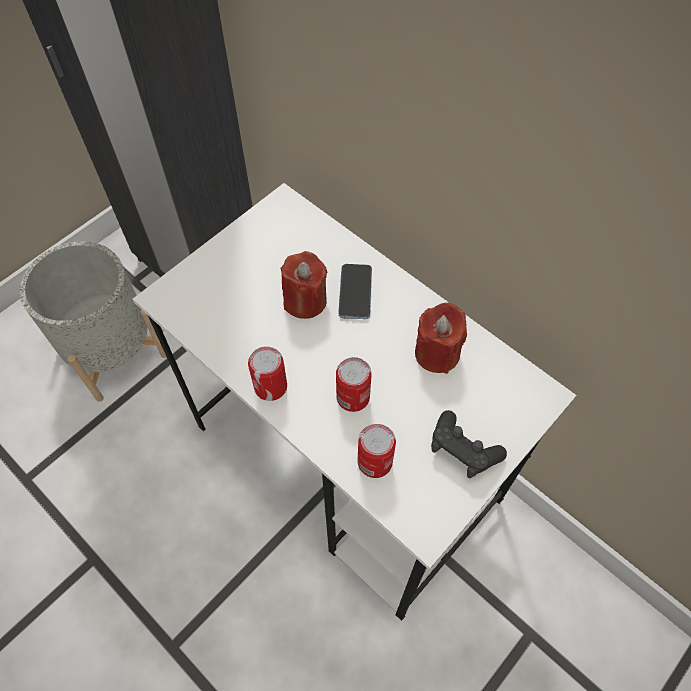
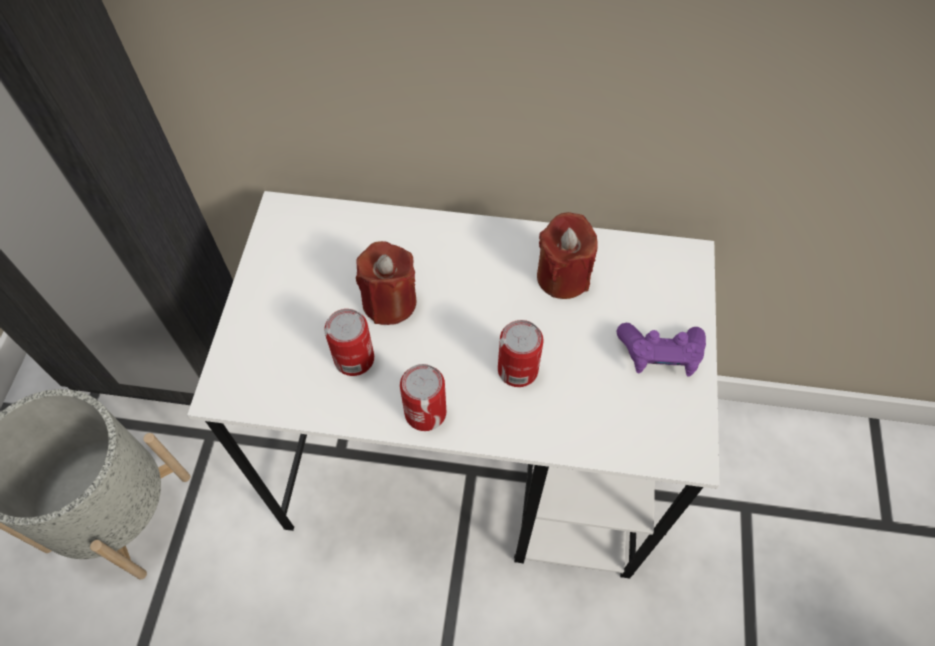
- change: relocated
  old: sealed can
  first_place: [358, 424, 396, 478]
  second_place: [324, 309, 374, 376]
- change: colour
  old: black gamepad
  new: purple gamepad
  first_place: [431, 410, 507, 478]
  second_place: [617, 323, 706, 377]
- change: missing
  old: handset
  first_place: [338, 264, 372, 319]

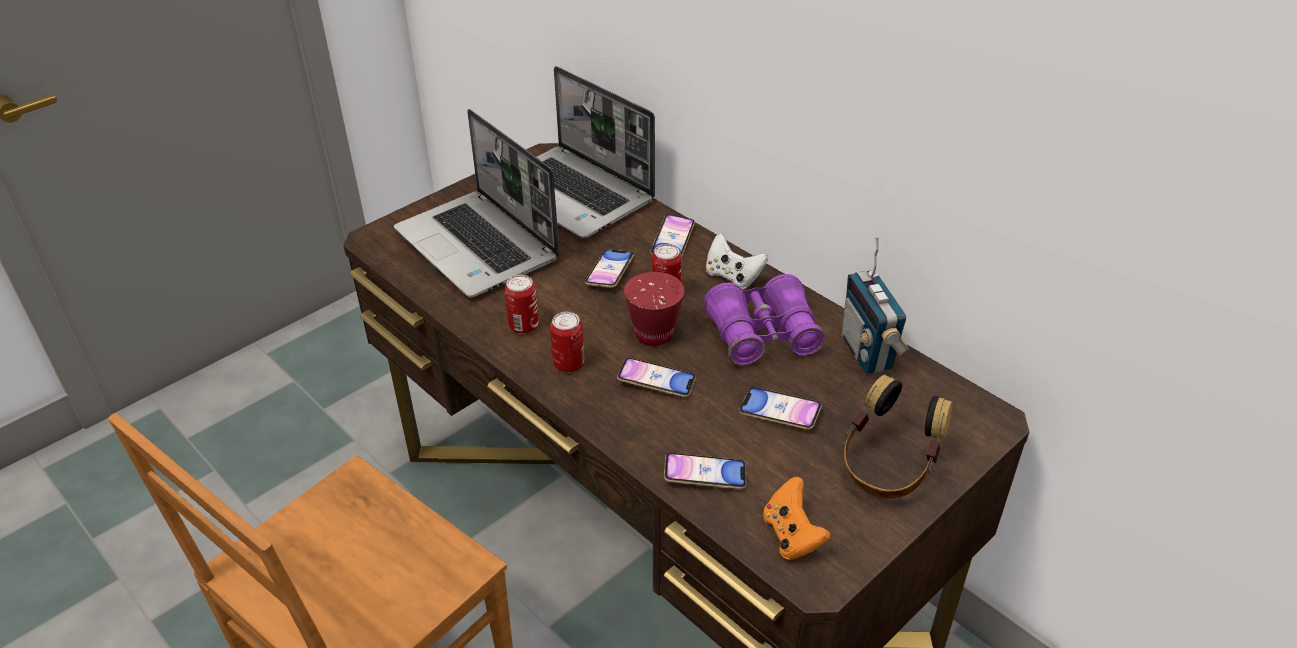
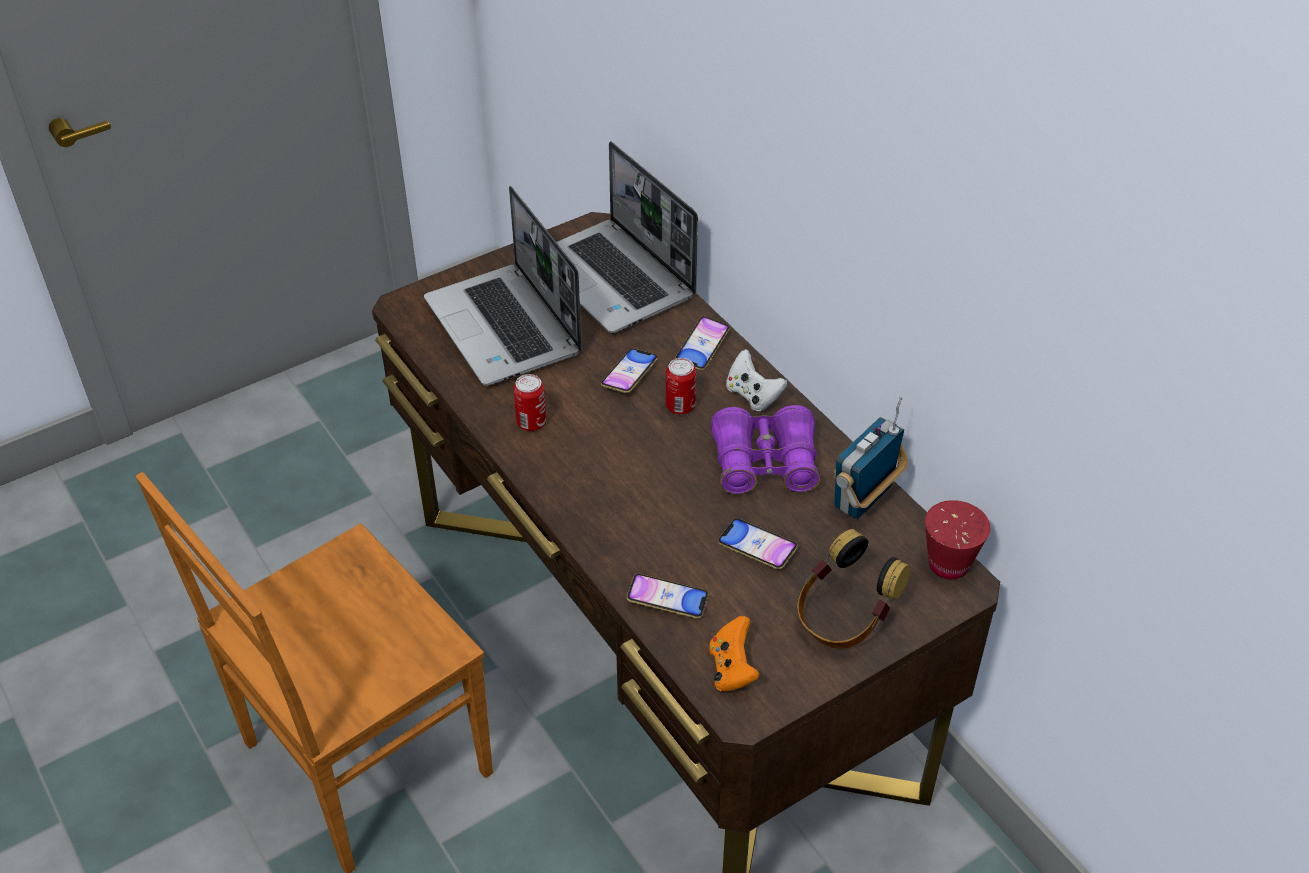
- change: spun
  old: radio receiver
  first_place: [842, 237, 909, 374]
  second_place: [834, 396, 908, 519]
  degrees: 45
- change: relocated
  old: red-coloured cup
  first_place: [624, 272, 685, 346]
  second_place: [925, 500, 990, 579]
- change: missing
  old: sealed can
  first_place: [550, 312, 585, 373]
- change: missing
  old: handset
  first_place: [617, 358, 696, 397]

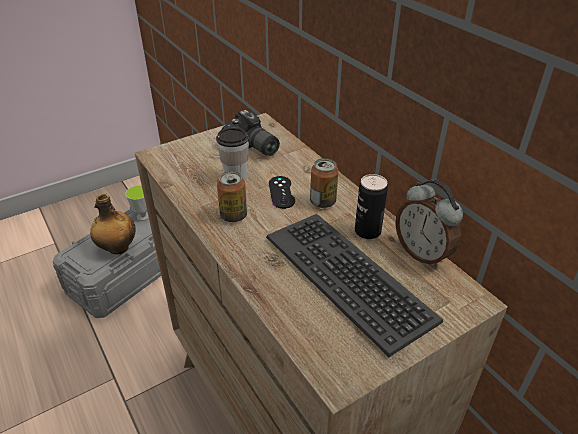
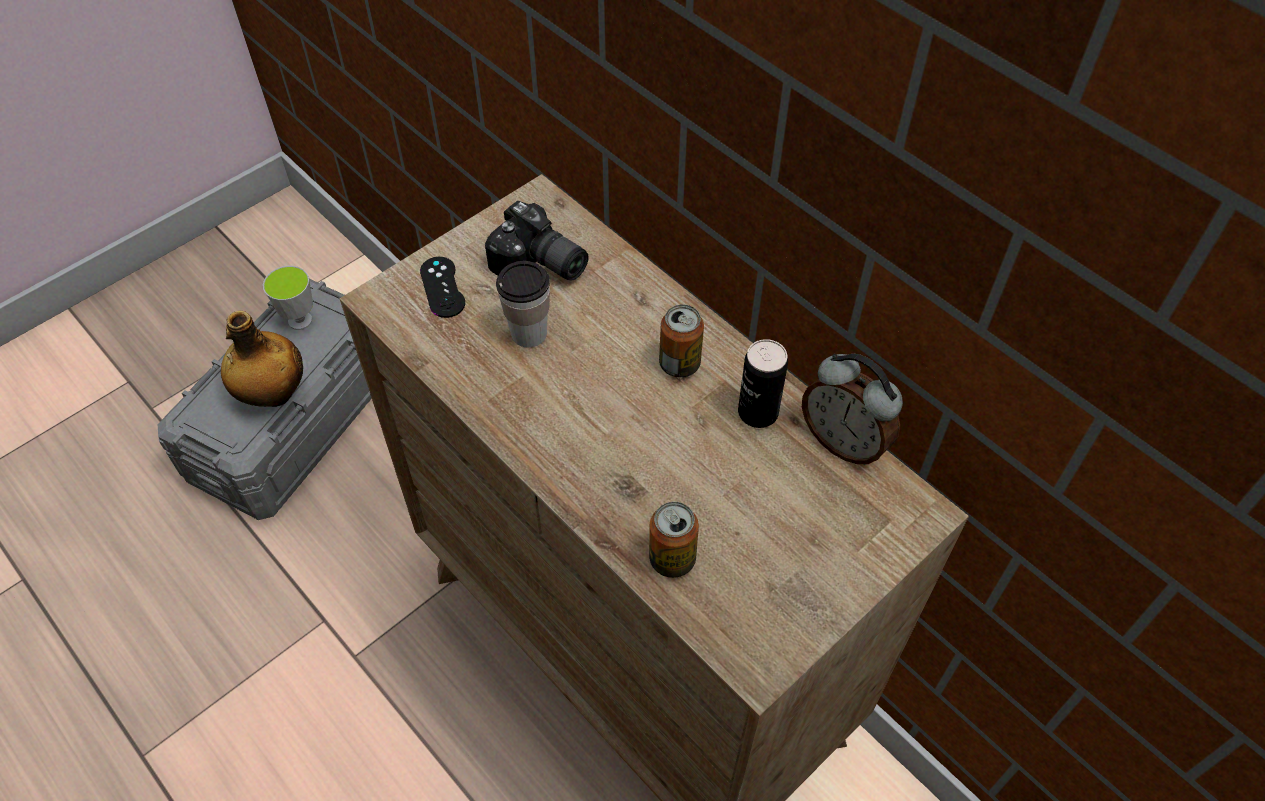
- change: relocated
  old: black gamepad
  first_place: [269, 176, 295, 209]
  second_place: [420, 257, 465, 318]
- change: relocated
  old: sealed can
  first_place: [217, 171, 247, 222]
  second_place: [649, 502, 699, 578]
- change: missing
  old: PC keyboard
  first_place: [266, 214, 443, 357]

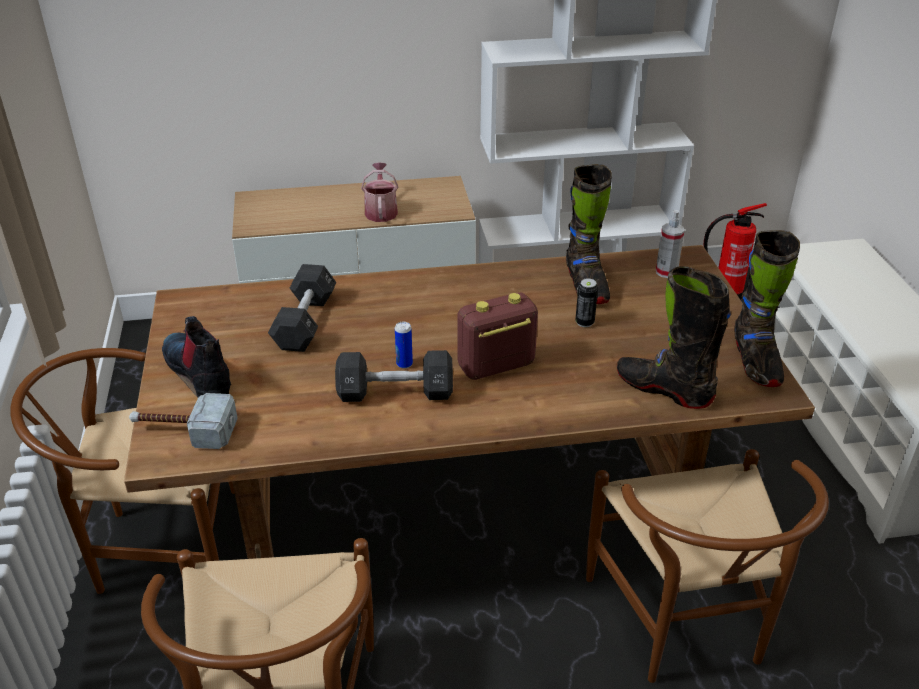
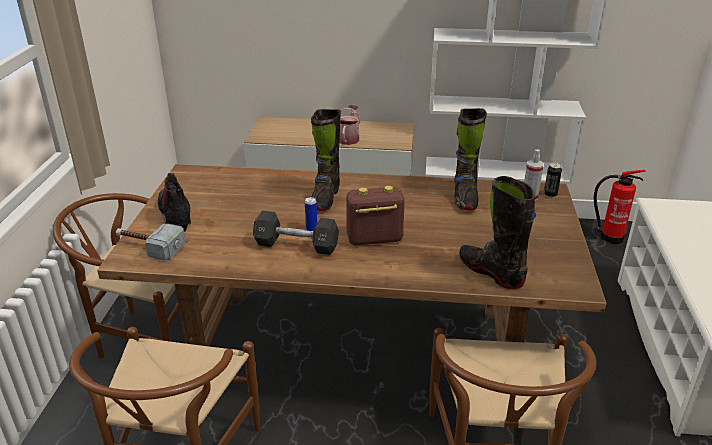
- change: relocated
  old: black boot
  first_place: [735, 230, 800, 387]
  second_place: [311, 109, 341, 211]
- change: relocated
  old: sealed can
  first_place: [575, 278, 598, 327]
  second_place: [544, 163, 562, 198]
- change: missing
  old: black hand weight
  first_place: [268, 264, 336, 352]

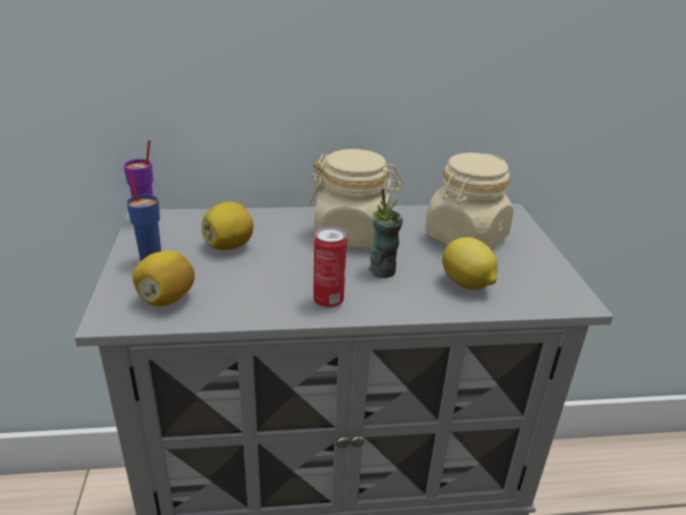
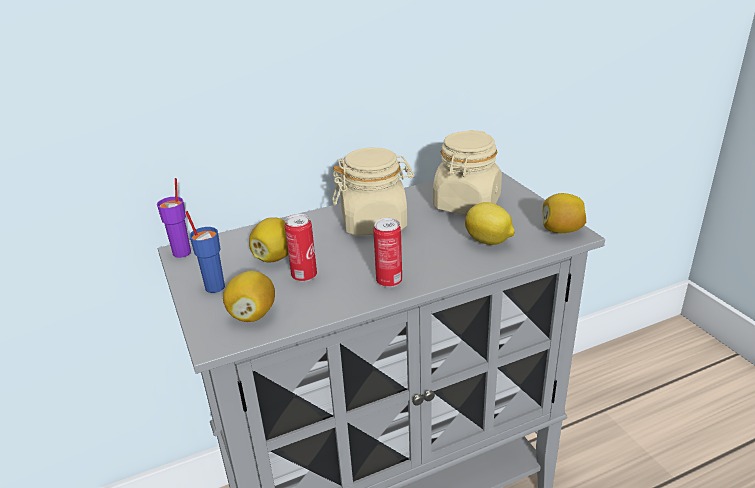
- change: appeared
  new: sealed can
  second_place: [285, 214, 317, 282]
- change: appeared
  new: whole lemon
  second_place: [543, 193, 586, 233]
- change: missing
  old: cup
  first_place: [369, 189, 403, 278]

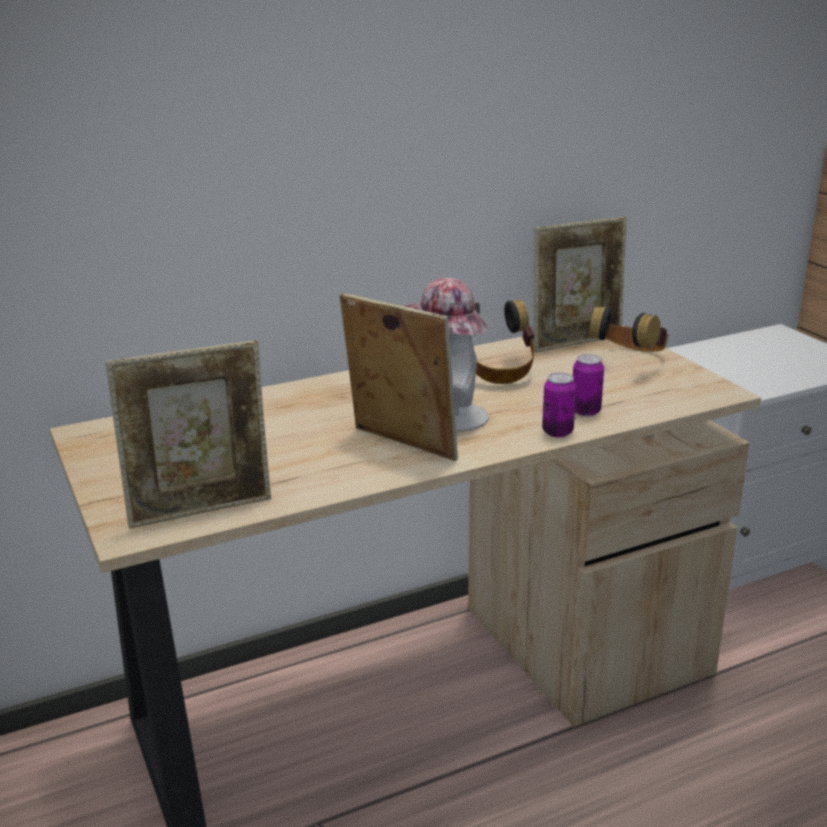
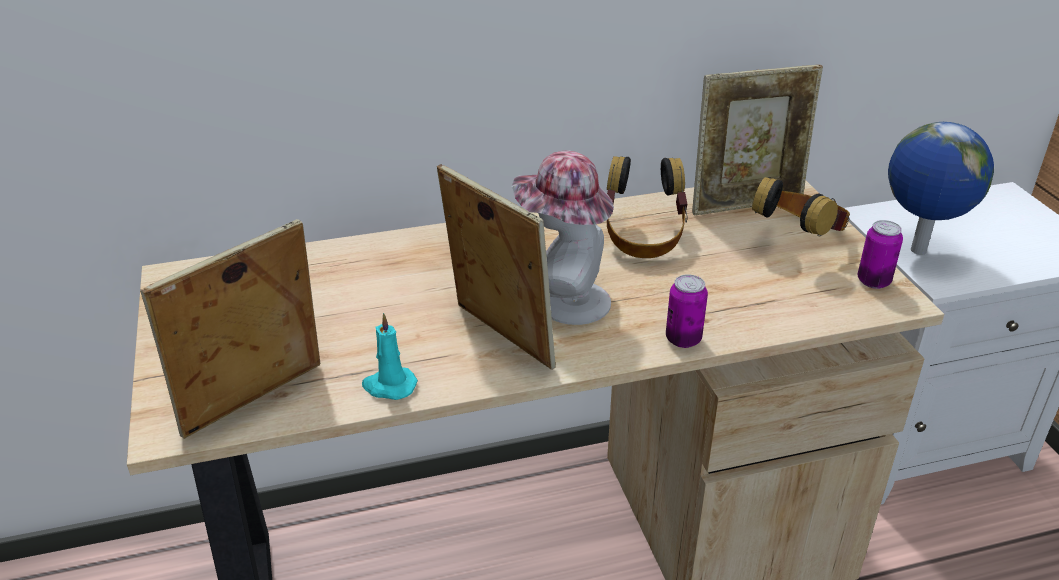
- change: spun
  old: photo frame
  first_place: [106, 340, 271, 529]
  second_place: [140, 219, 320, 439]
  degrees: 150
- change: appeared
  new: turquoise wax light
  second_place: [362, 313, 418, 400]
- change: relocated
  old: sealed can
  first_place: [573, 354, 604, 416]
  second_place: [858, 220, 903, 289]
- change: appeared
  new: desk globe
  second_place: [888, 122, 994, 255]

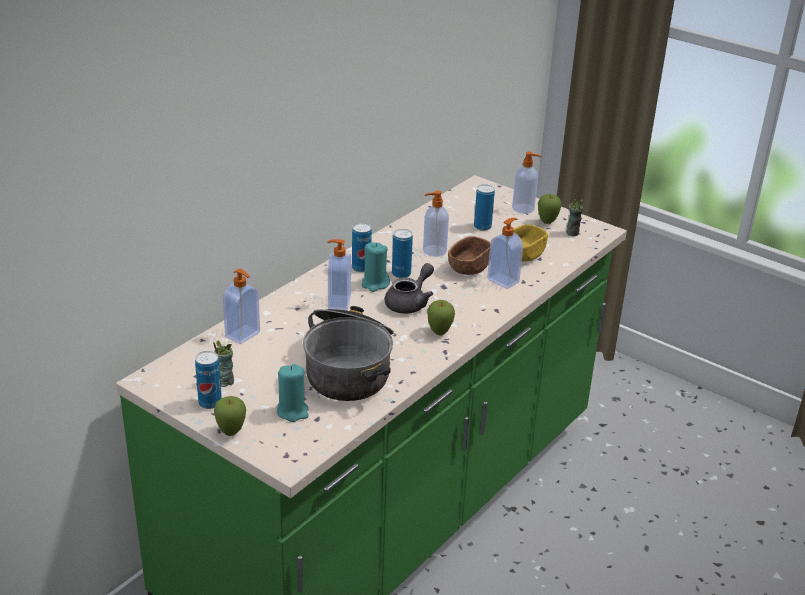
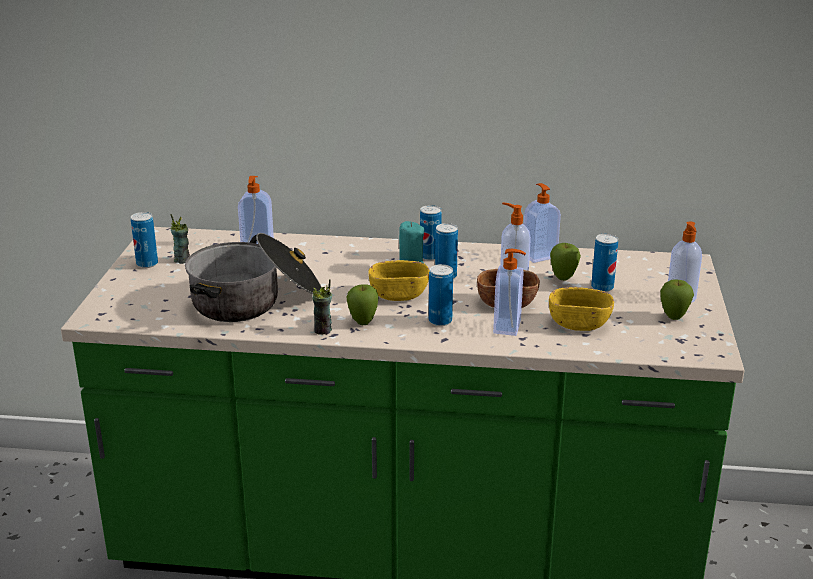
- change: relocated
  old: cup
  first_place: [566, 193, 583, 236]
  second_place: [312, 279, 332, 335]
- change: exchanged
  old: gray pot for tea
  new: yellow-coloured deep dish
  first_place: [385, 263, 434, 314]
  second_place: [368, 260, 430, 301]
- change: appeared
  new: sealed can
  second_place: [429, 264, 453, 326]
- change: relocated
  old: soap bottle
  first_place: [327, 239, 351, 311]
  second_place: [524, 183, 561, 263]
- change: relocated
  old: whole apple
  first_place: [214, 396, 246, 436]
  second_place: [550, 243, 581, 280]
- change: missing
  old: turquoise wax light
  first_place: [277, 364, 309, 422]

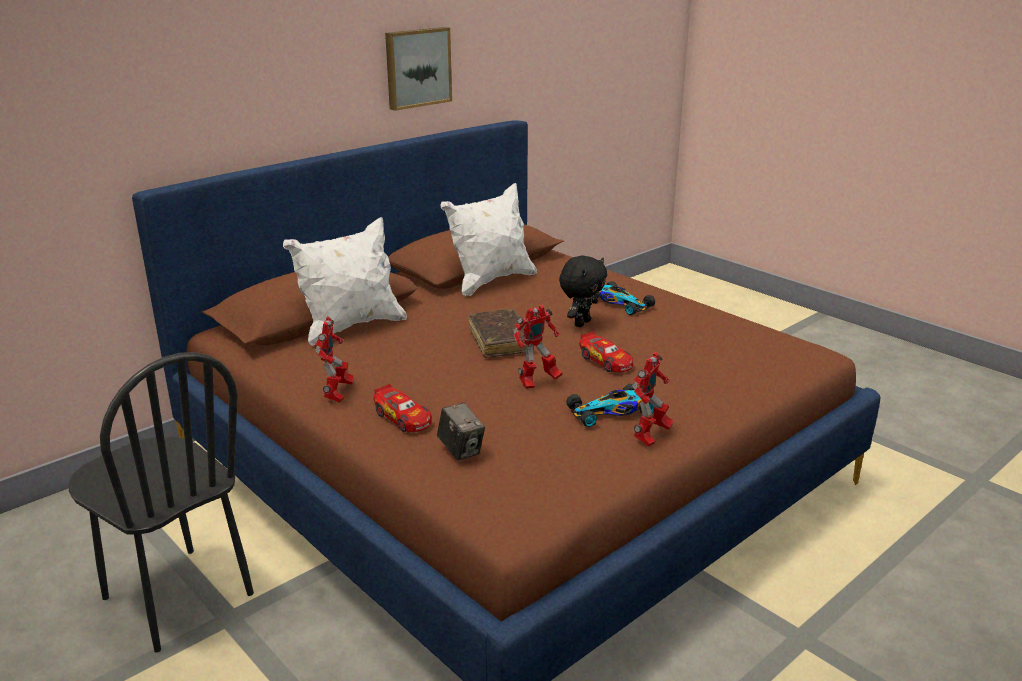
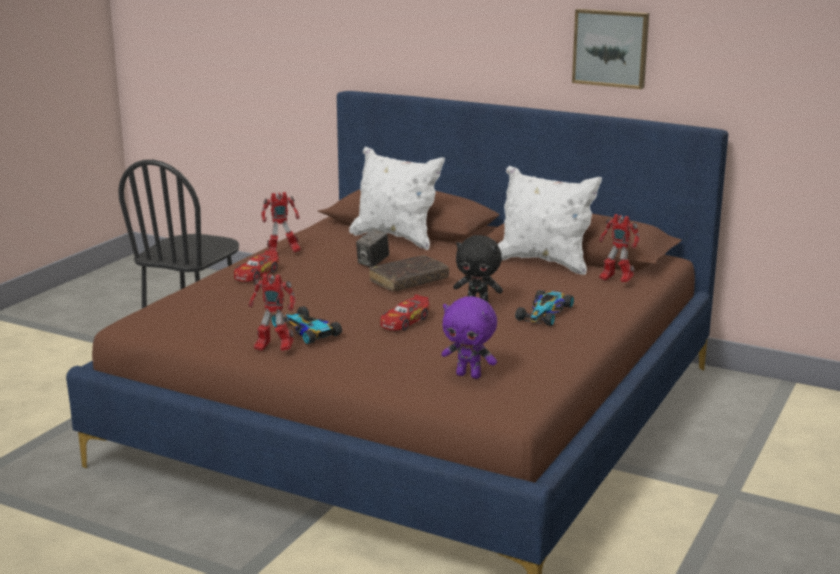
- change: relocated
  old: still camera
  first_place: [437, 403, 485, 460]
  second_place: [356, 229, 389, 267]
- change: appeared
  new: purple soft toy
  second_place: [441, 296, 497, 379]
- change: relocated
  old: toy robot
  first_place: [513, 305, 563, 389]
  second_place: [599, 214, 640, 282]

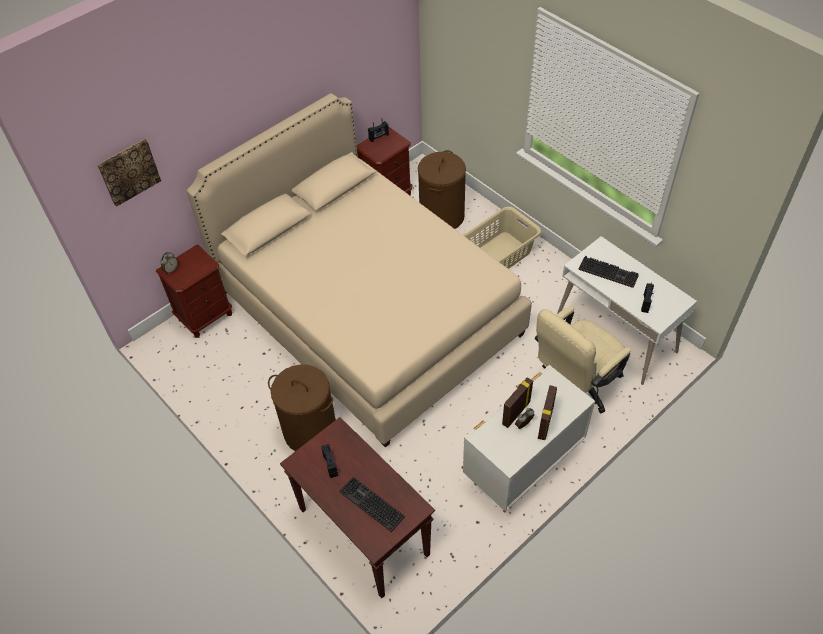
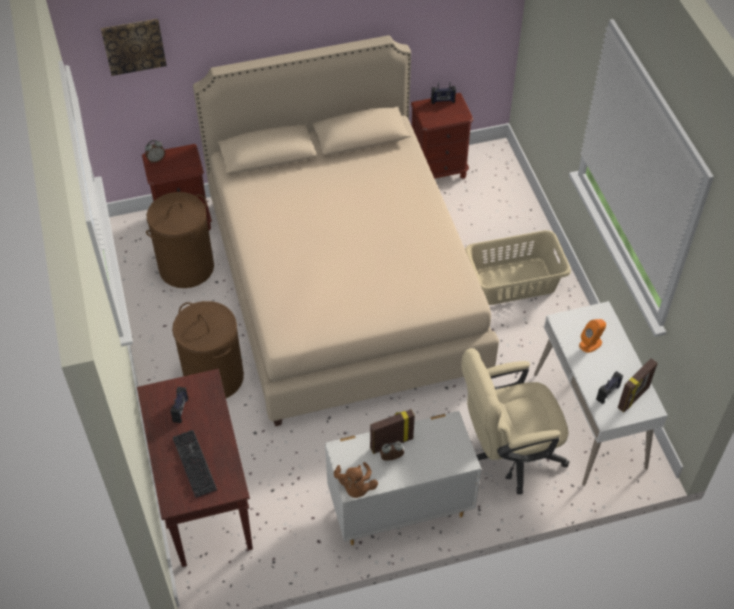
- change: relocated
  old: brownish hamper
  first_place: [418, 150, 466, 229]
  second_place: [146, 192, 214, 288]
- change: appeared
  new: brownish soft toy
  second_place: [334, 462, 378, 498]
- change: exchanged
  old: PC keyboard
  new: orangey speaker
  first_place: [578, 256, 639, 288]
  second_place: [579, 319, 606, 353]
- change: relocated
  old: photo frame
  first_place: [538, 385, 557, 440]
  second_place: [618, 358, 657, 412]

